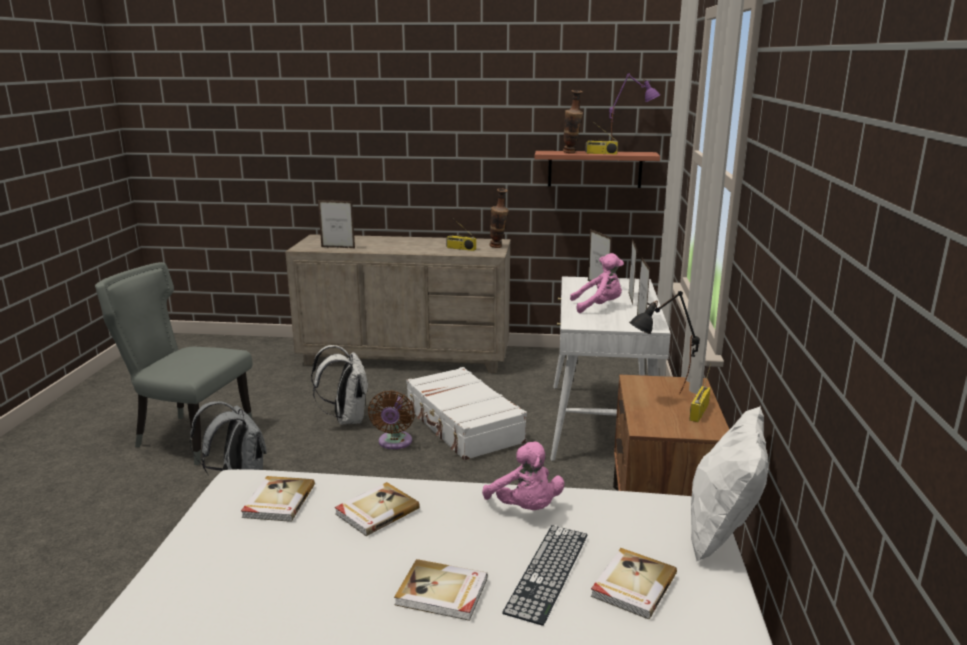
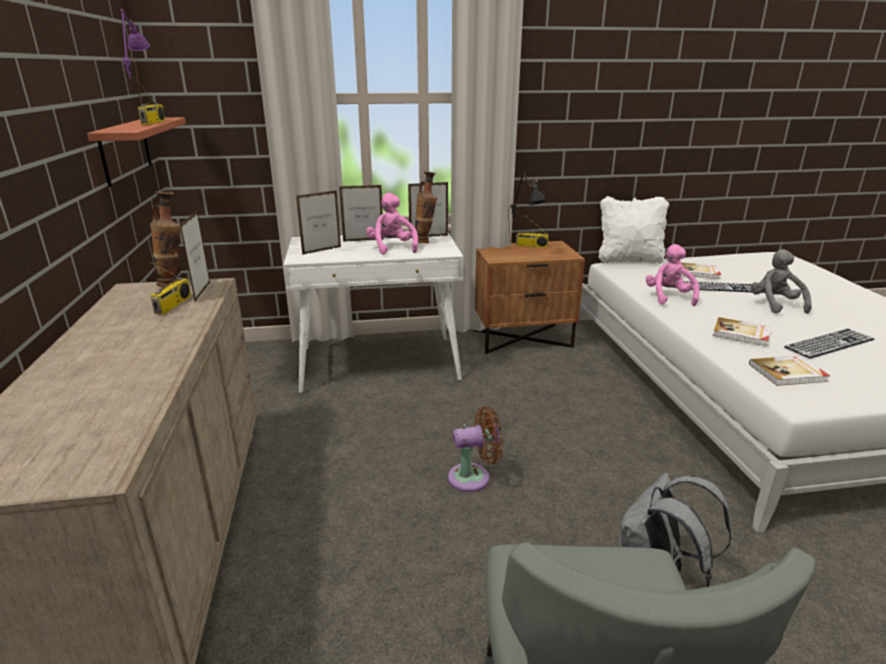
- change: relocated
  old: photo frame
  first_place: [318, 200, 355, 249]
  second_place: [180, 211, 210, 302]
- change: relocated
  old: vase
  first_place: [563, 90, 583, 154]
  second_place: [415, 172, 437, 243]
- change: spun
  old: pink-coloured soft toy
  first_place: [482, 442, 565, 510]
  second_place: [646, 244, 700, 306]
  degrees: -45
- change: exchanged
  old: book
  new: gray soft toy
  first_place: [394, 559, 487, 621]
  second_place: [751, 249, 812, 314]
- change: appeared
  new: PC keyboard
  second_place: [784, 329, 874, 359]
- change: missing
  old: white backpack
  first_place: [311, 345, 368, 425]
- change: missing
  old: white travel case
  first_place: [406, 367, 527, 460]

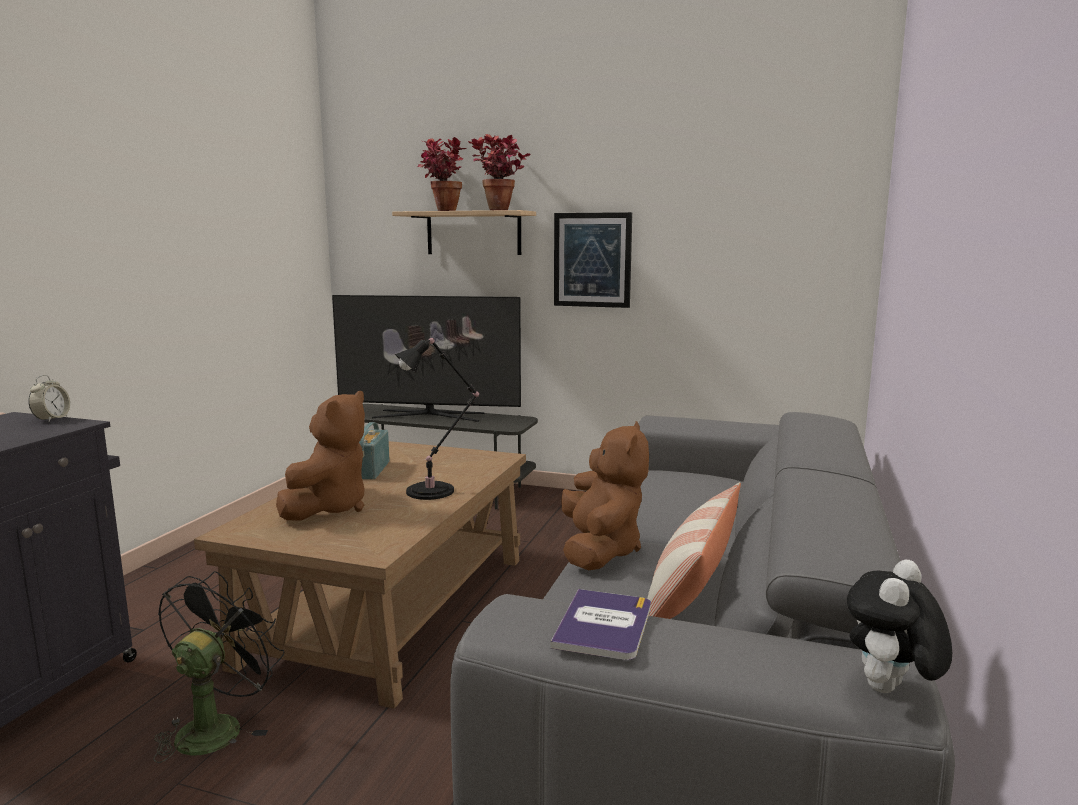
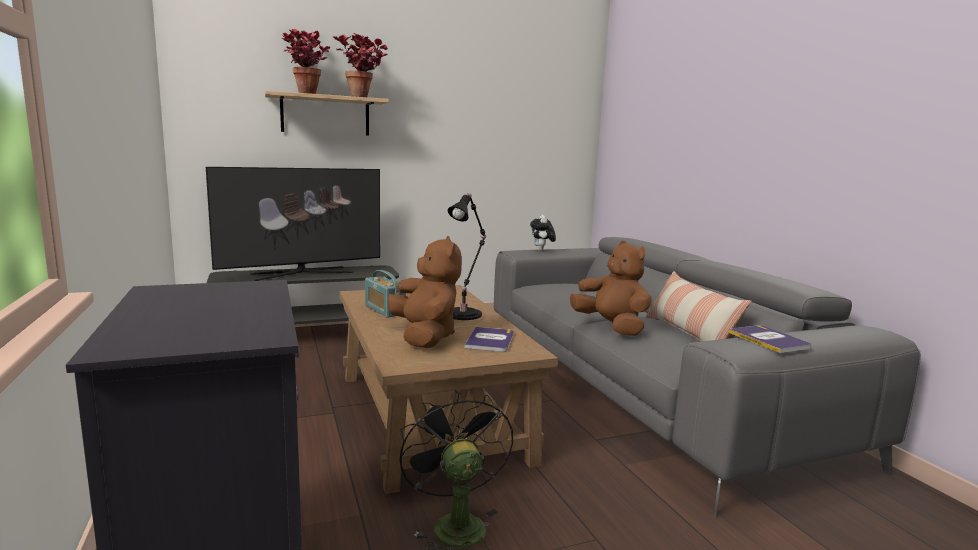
- change: appeared
  new: book
  second_place: [465, 327, 514, 352]
- change: relocated
  old: soft toy
  first_place: [847, 560, 952, 693]
  second_place: [530, 215, 556, 251]
- change: missing
  old: bedside clock
  first_place: [28, 375, 70, 422]
- change: missing
  old: wall picture
  first_place: [554, 212, 632, 308]

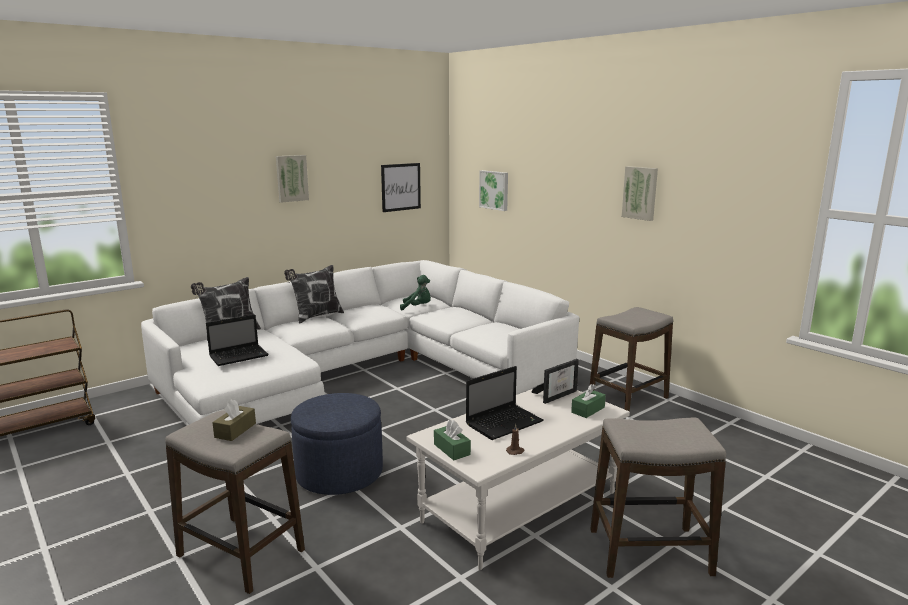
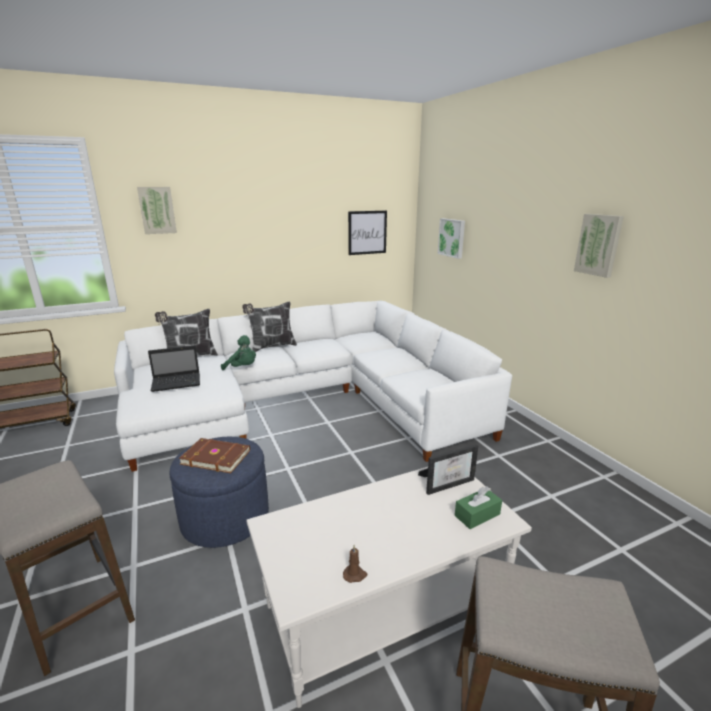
- change: relocated
  old: wall picture
  first_place: [276, 155, 309, 203]
  second_place: [137, 187, 177, 234]
- change: appeared
  new: brownish book
  second_place: [179, 438, 250, 473]
- change: relocated
  old: green soft toy
  first_place: [400, 275, 431, 311]
  second_place: [221, 335, 256, 370]
- change: missing
  old: brownish tissue box
  first_place: [212, 399, 256, 441]
- change: missing
  old: green tissue box
  first_place: [434, 420, 471, 460]
- change: missing
  old: portable computer
  first_place: [466, 366, 543, 440]
- change: missing
  old: sitting stool
  first_place: [590, 307, 673, 412]

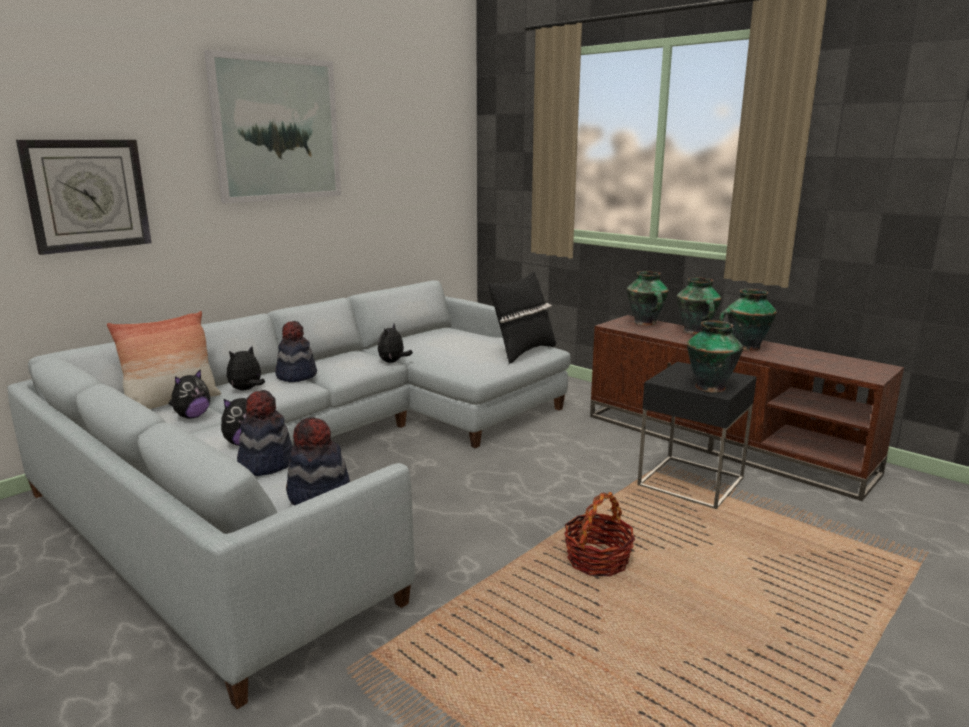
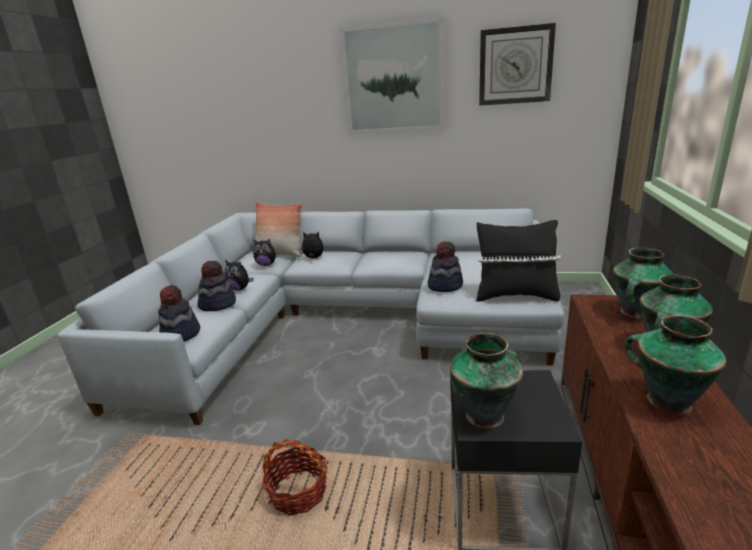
- change: relocated
  old: clothing hat
  first_place: [275, 321, 317, 382]
  second_place: [428, 242, 463, 292]
- change: relocated
  old: hanging clock
  first_place: [16, 140, 151, 255]
  second_place: [479, 23, 556, 106]
- change: missing
  old: soft toy
  first_place: [378, 324, 413, 363]

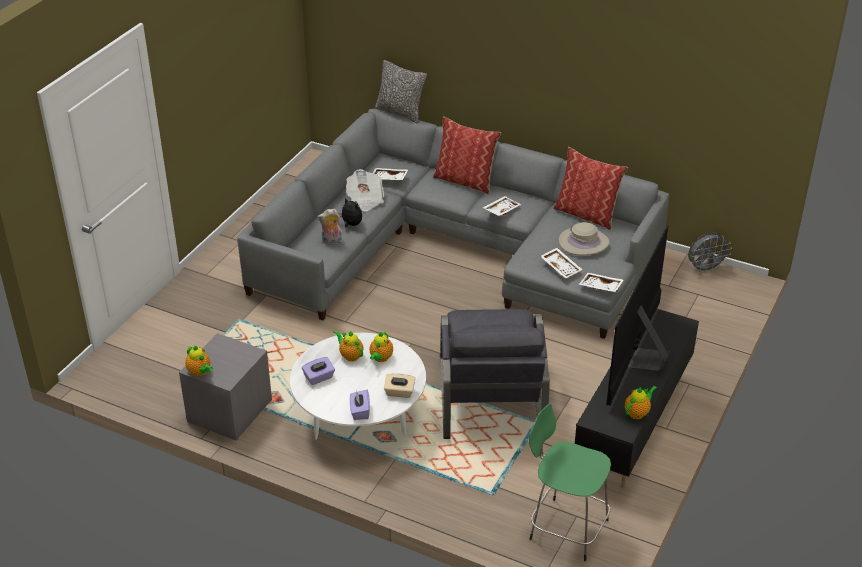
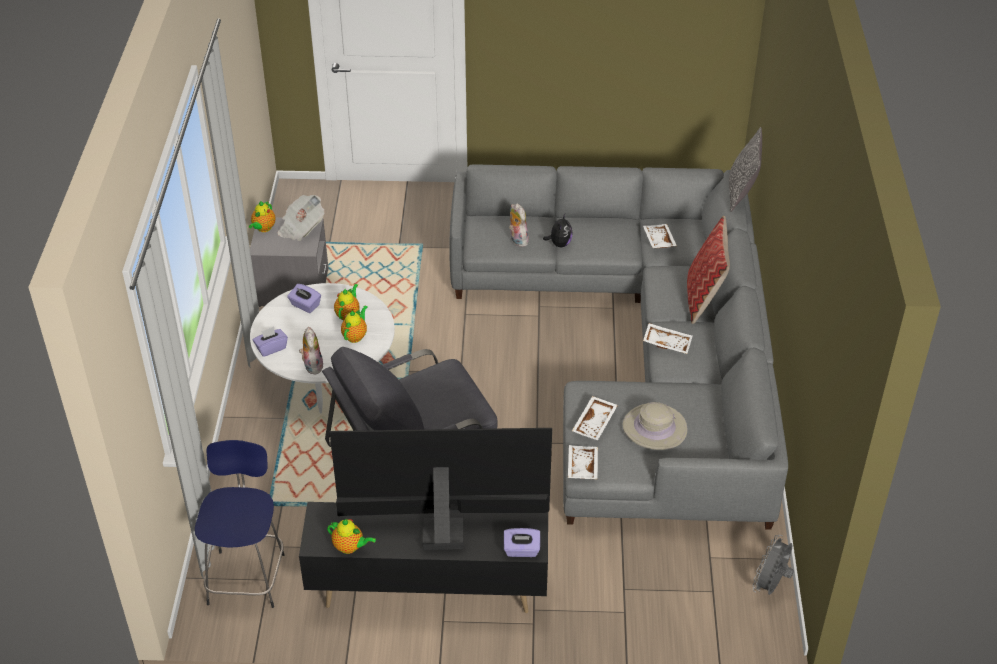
- change: colour
  old: green sitting stool
  new: blue-coloured sitting stool
  first_place: [529, 403, 611, 561]
  second_place: [195, 440, 285, 608]
- change: relocated
  old: daily paper
  first_place: [346, 169, 384, 212]
  second_place: [278, 195, 325, 241]
- change: exchanged
  old: beige tissue box
  new: soft toy
  first_place: [384, 373, 415, 398]
  second_place: [299, 327, 324, 375]
- change: spun
  old: pot for tea
  first_place: [369, 331, 393, 362]
  second_place: [341, 305, 368, 343]
  degrees: 120
- change: appeared
  new: purple tissue box
  second_place: [504, 528, 540, 557]
- change: spun
  old: gray cooling fan
  first_place: [688, 233, 732, 274]
  second_place: [752, 535, 794, 595]
  degrees: 75
- change: missing
  old: pillow
  first_place: [553, 147, 628, 230]

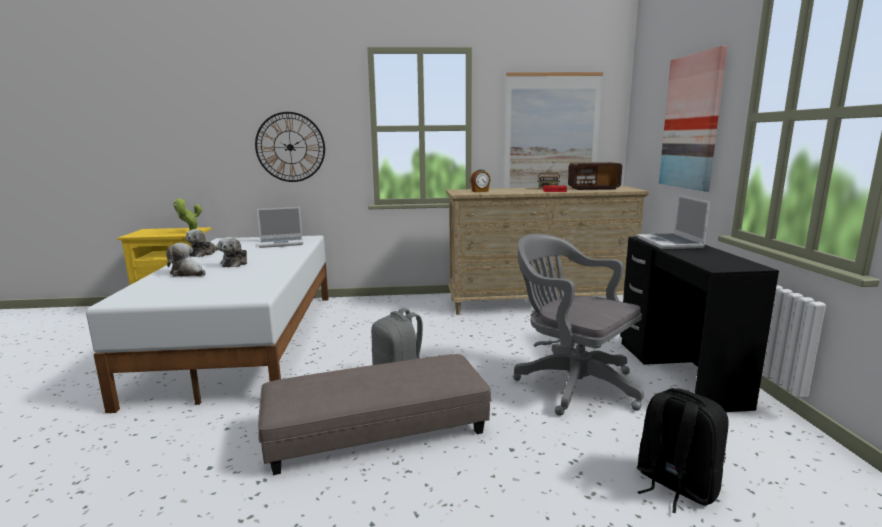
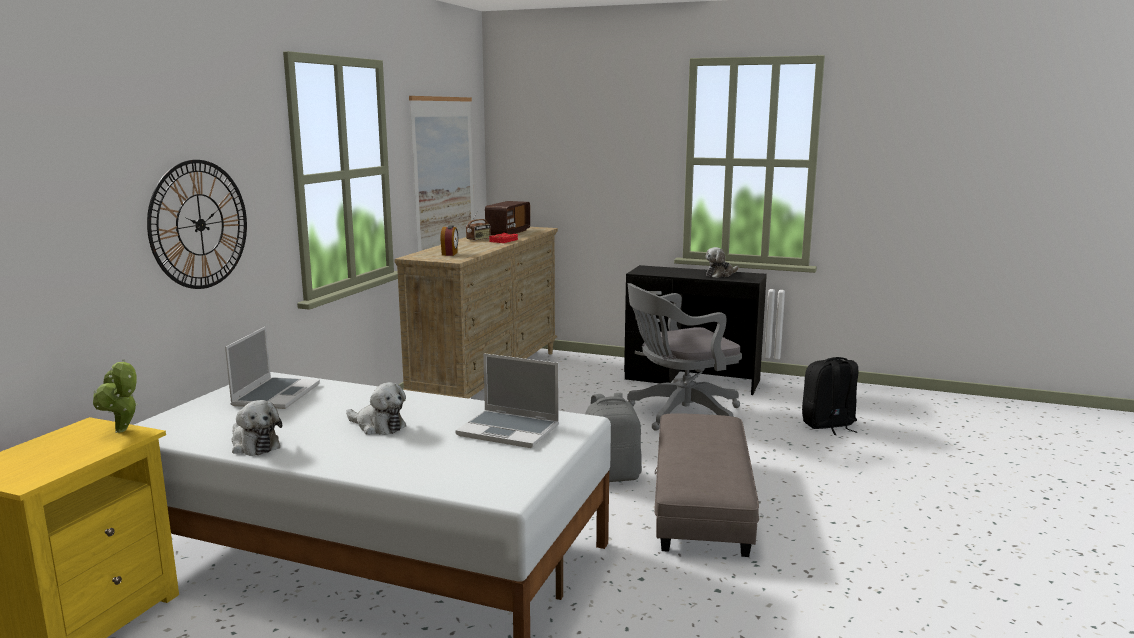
- change: relocated
  old: portable computer
  first_place: [637, 195, 710, 249]
  second_place: [455, 353, 559, 448]
- change: relocated
  old: soft toy
  first_place: [166, 243, 206, 277]
  second_place: [705, 247, 739, 278]
- change: missing
  old: wall picture
  first_place: [659, 45, 727, 191]

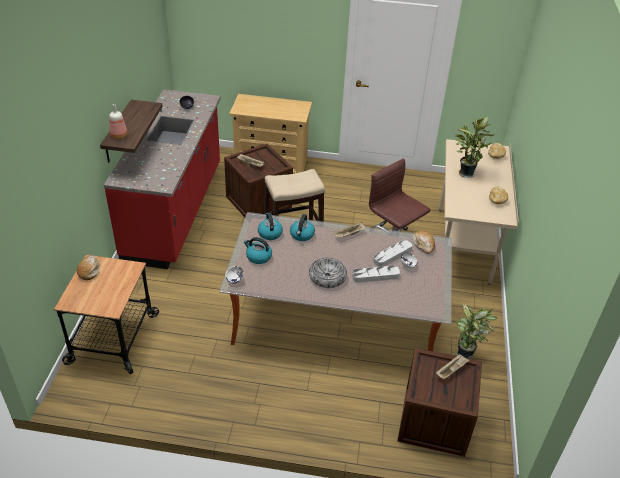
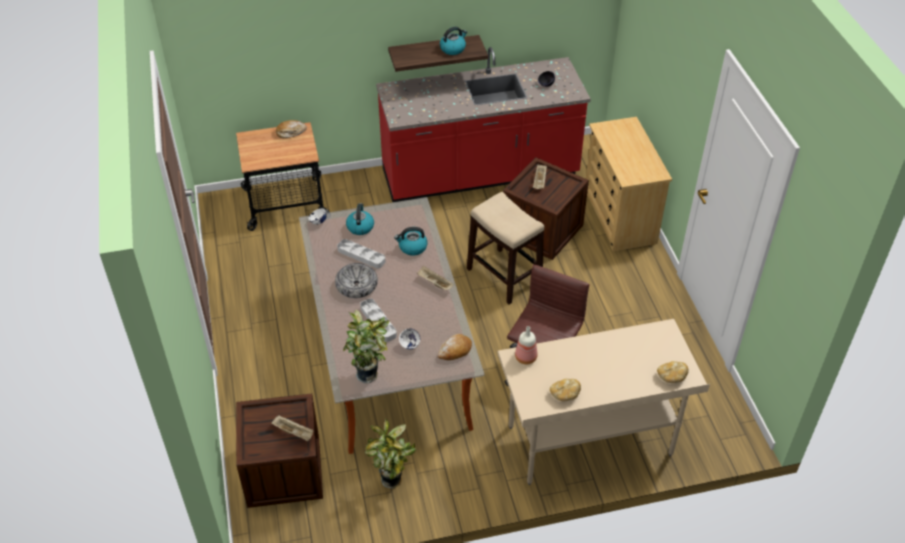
- change: relocated
  old: gray carrying tray
  first_place: [373, 240, 412, 267]
  second_place: [337, 239, 386, 269]
- change: relocated
  old: houseplant
  first_place: [455, 116, 494, 178]
  second_place: [343, 310, 390, 383]
- change: relocated
  old: kettle
  first_place: [258, 213, 283, 240]
  second_place: [440, 27, 467, 55]
- change: relocated
  old: bottle
  first_place: [109, 104, 127, 139]
  second_place: [515, 326, 537, 364]

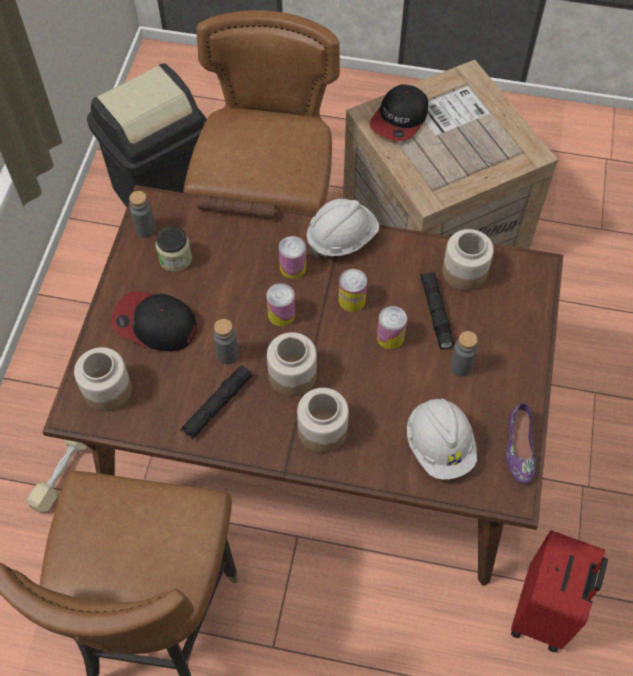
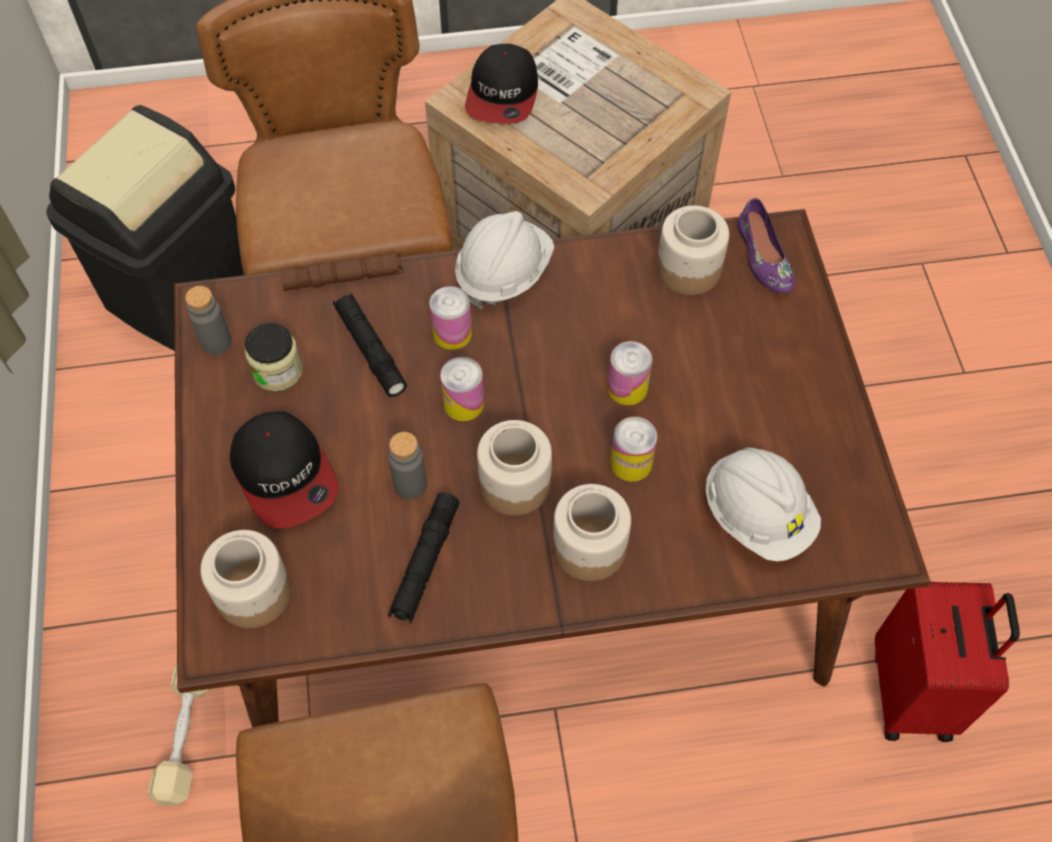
- change: spun
  old: cap
  first_place: [111, 291, 197, 351]
  second_place: [230, 411, 338, 528]
  degrees: -120
- change: relocated
  old: black flashlight
  first_place: [420, 271, 454, 350]
  second_place: [333, 293, 407, 397]
- change: relocated
  old: sealed can
  first_place: [339, 269, 367, 312]
  second_place: [610, 417, 657, 481]
- change: relocated
  old: purple shoe
  first_place: [506, 403, 536, 484]
  second_place: [737, 198, 795, 294]
- change: missing
  old: gray bottle
  first_place: [450, 331, 478, 376]

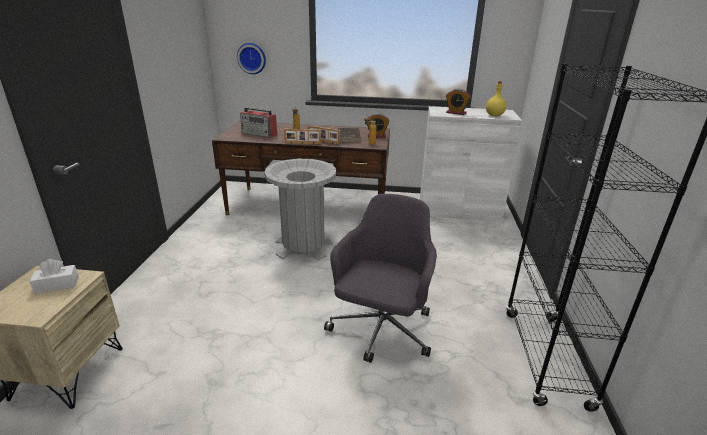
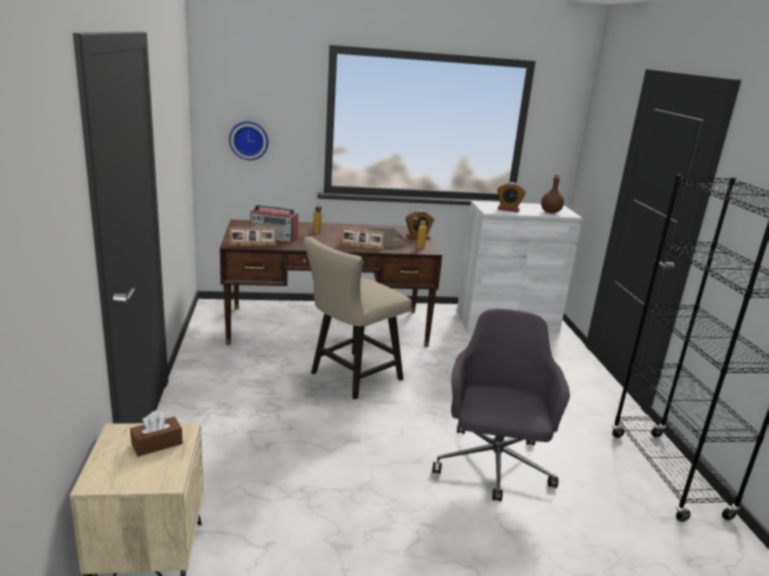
- change: colour
  old: white tissue box
  new: brownish tissue box
  first_place: [29, 259, 79, 294]
  second_place: [130, 411, 183, 457]
- change: relocated
  old: photo frame
  first_place: [284, 129, 321, 144]
  second_place: [229, 227, 276, 246]
- change: exchanged
  old: gray trash can
  new: beige chair
  first_place: [264, 159, 336, 261]
  second_place: [303, 236, 412, 400]
- change: colour
  old: yellow-coloured bottle
  new: brownish bottle
  first_place: [486, 81, 506, 116]
  second_place: [541, 175, 564, 213]

